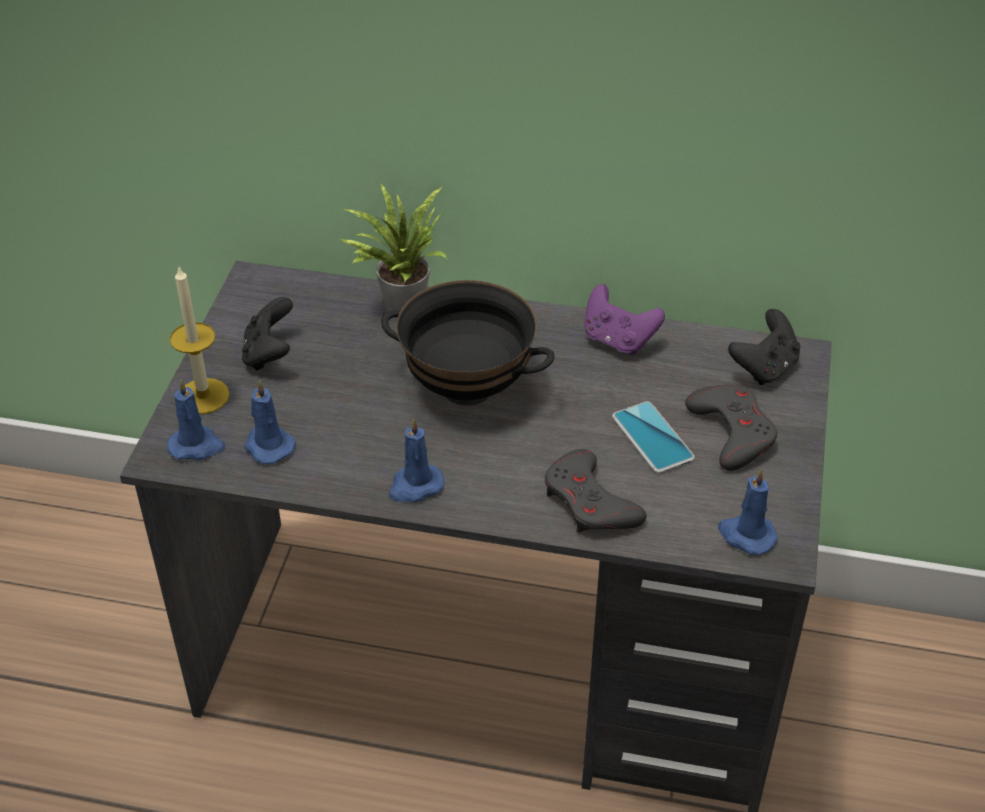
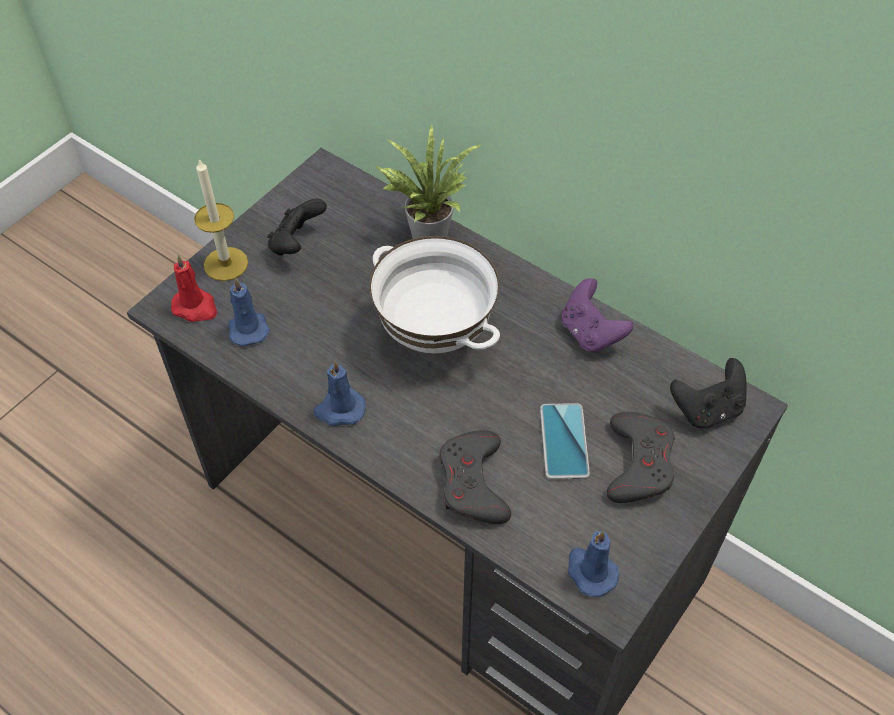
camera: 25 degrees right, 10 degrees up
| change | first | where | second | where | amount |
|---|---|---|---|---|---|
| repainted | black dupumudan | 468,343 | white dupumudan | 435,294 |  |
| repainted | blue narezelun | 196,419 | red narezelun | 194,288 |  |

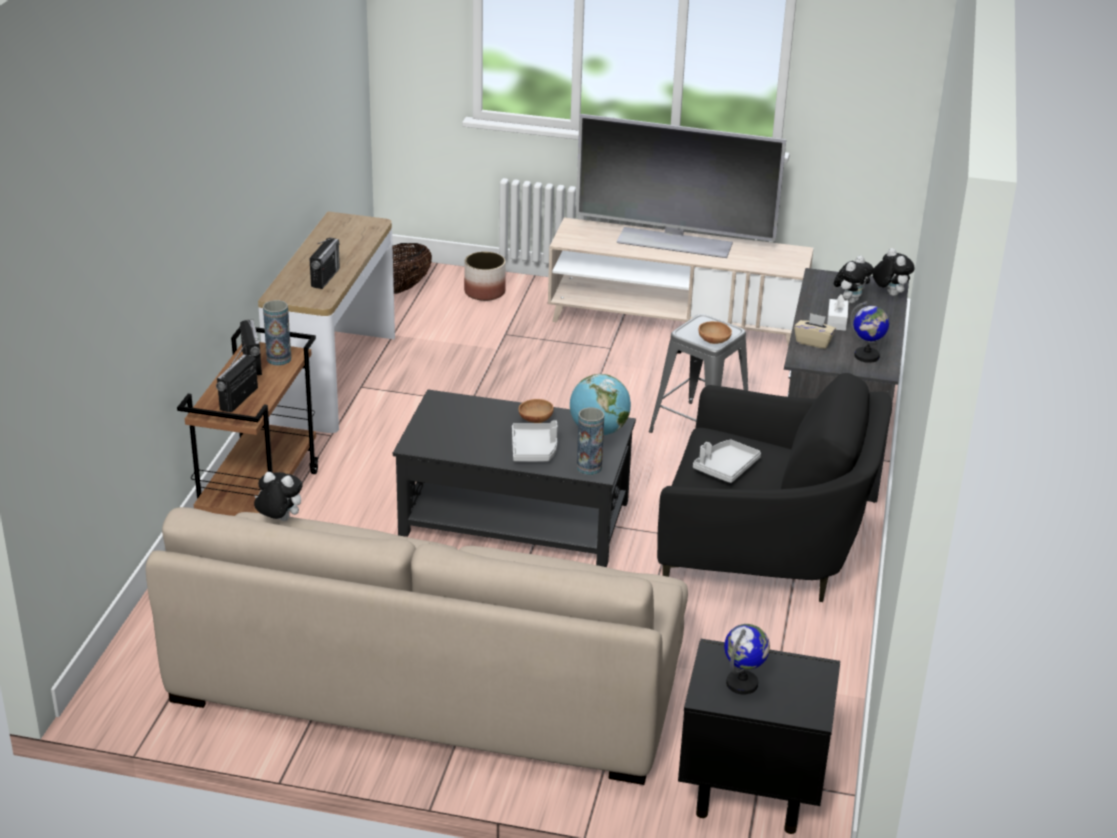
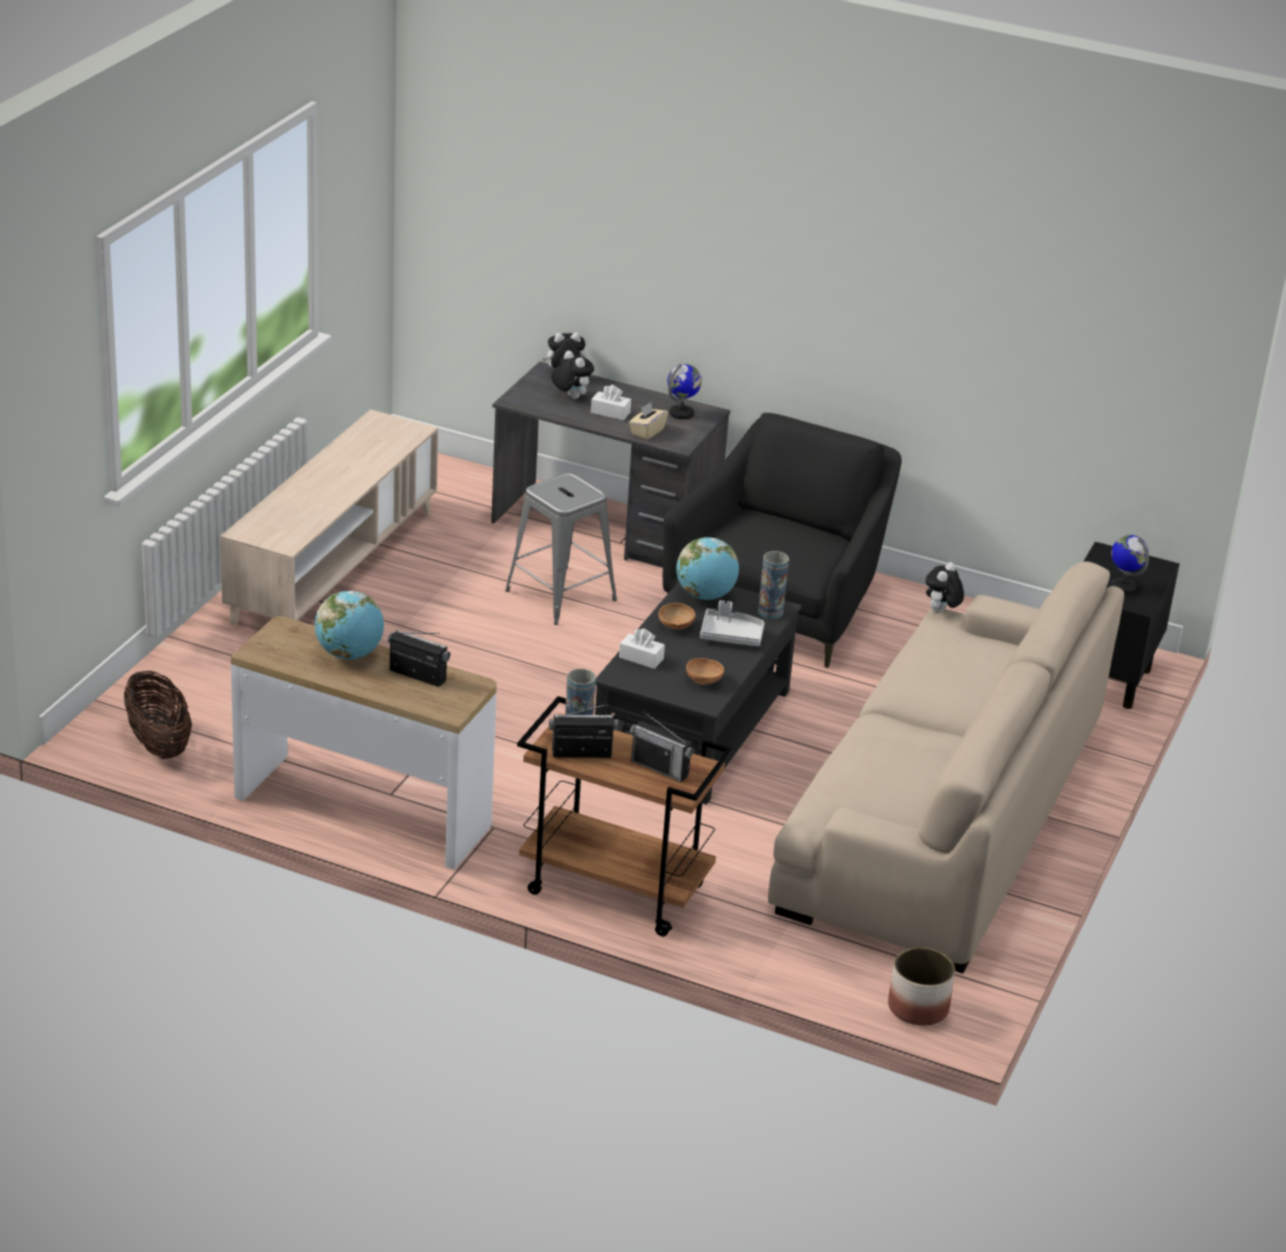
camera: 80 degrees left, 0 degrees up
| change | first | where | second | where | amount |
|---|---|---|---|---|---|
| gone | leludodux | 681,186 |  |  |  |
| shifted | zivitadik | 485,276 |  | 921,986 |  |
| shifted | brown dupumudan | 715,332 |  | 705,671 |  |
| gone | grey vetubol | 727,461 |  |  |  |
| shifted | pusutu | 278,496 |  | 945,587 |  |
| new |  |  | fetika | 349,625 |  |
| new |  |  | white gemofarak | 642,648 |  |

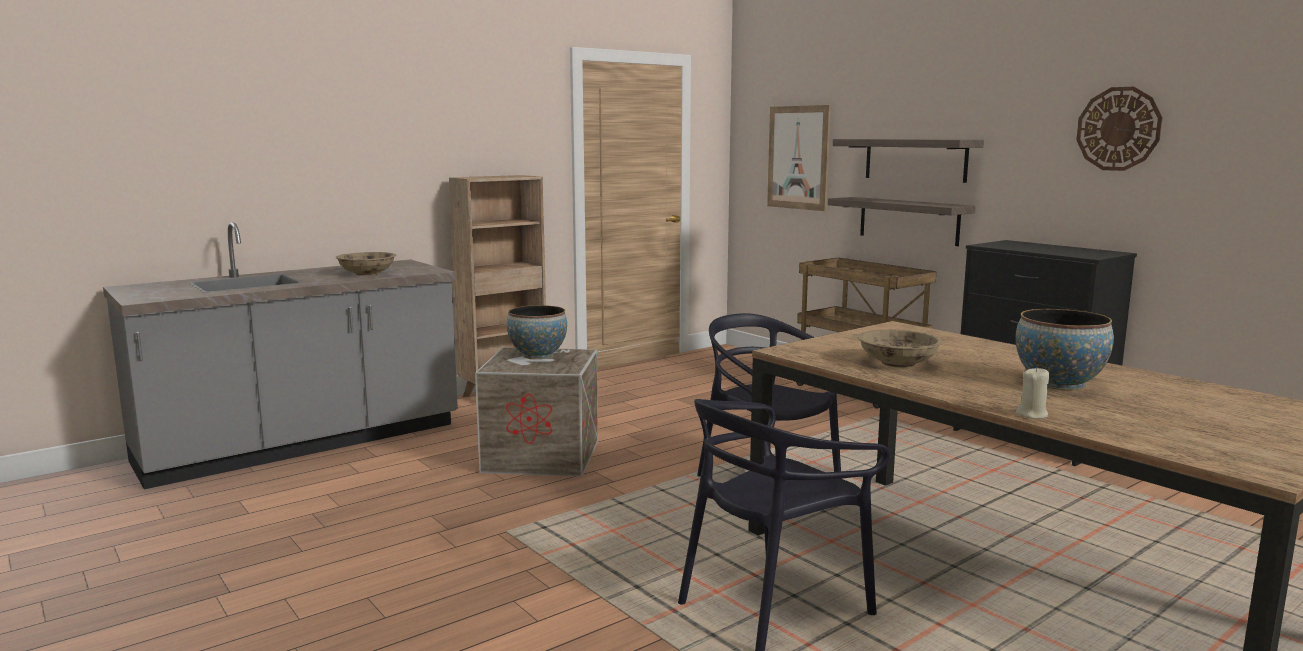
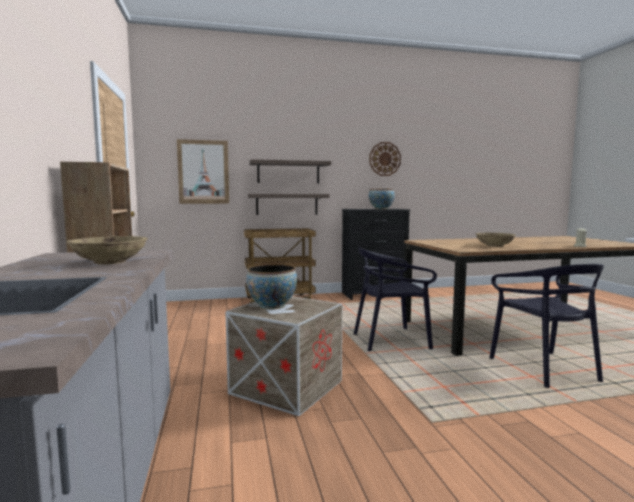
camera: 65 degrees left, 5 degrees down
| change | first | where | second | where | amount |
|---|---|---|---|---|---|
| shifted | dupumudan | 1065,349 |  | 382,199 |  |

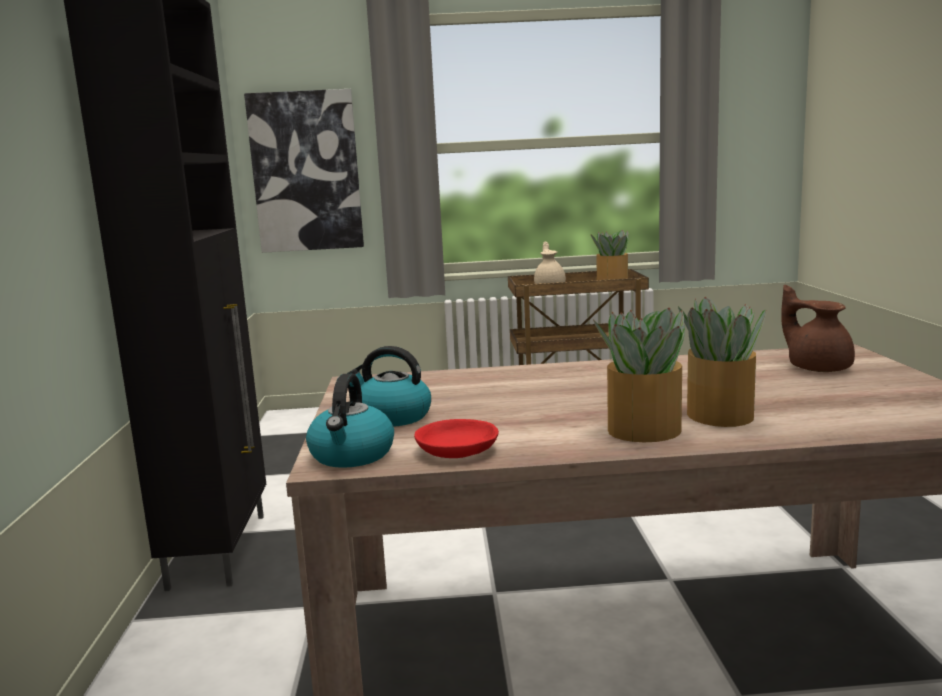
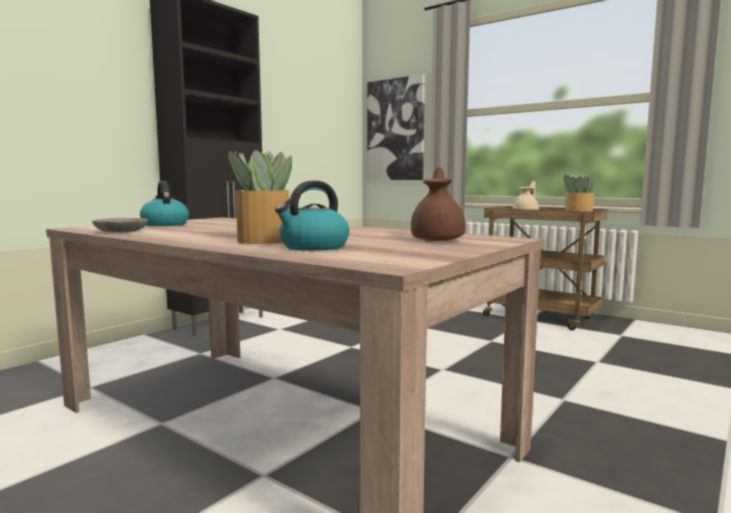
camera: 40 degrees right, 5 degrees down
| change | first | where | second | where | amount |
|---|---|---|---|---|---|
| gone | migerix | 639,375 |  |  |  |
| shifted | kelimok | 350,421 |  | 312,216 |  |
| repainted | red dupumudan | 456,438 | grey dupumudan | 120,225 |  |

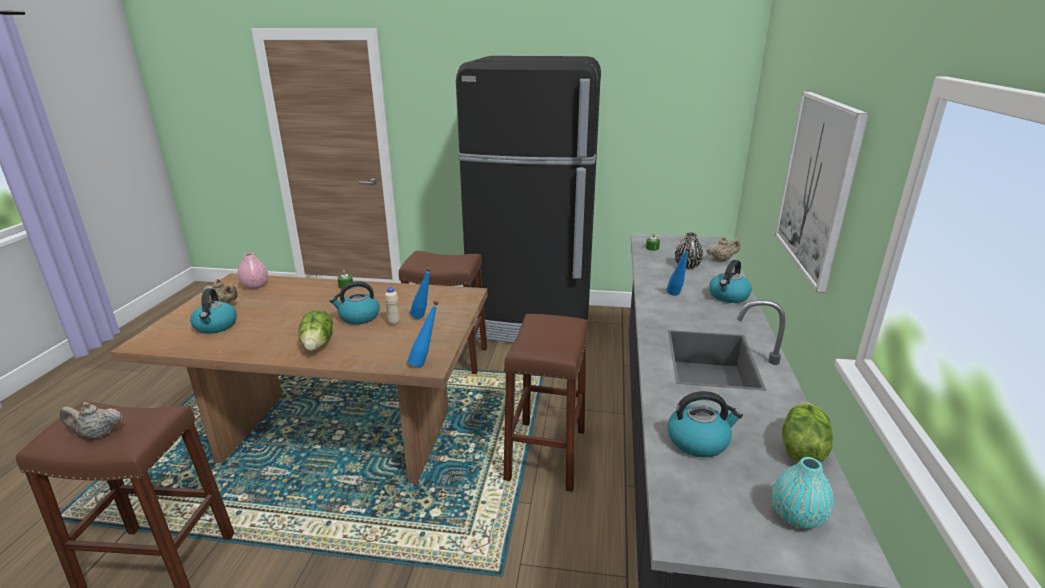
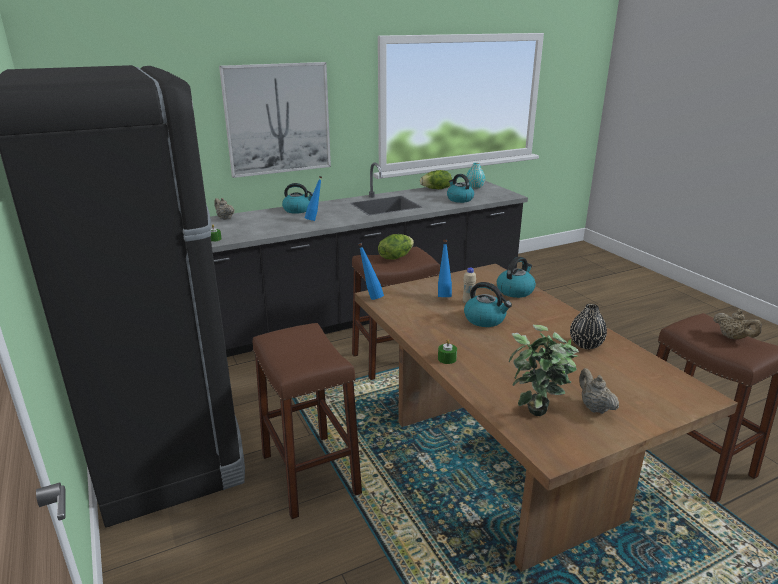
camera: 125 degrees left, 0 degrees up
| change | first | where | second | where | amount |
|---|---|---|---|---|---|
| shifted | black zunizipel | 689,251 |  | 588,326 |  |
| swapped | pink zunizipel | 253,271 | migerix | 544,370 |  |
| shifted | kelimok | 213,311 |  | 516,277 |  |
| shifted | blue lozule | 423,334 |  | 371,271 |  |
| shifted | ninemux | 315,330 |  | 396,247 |  |

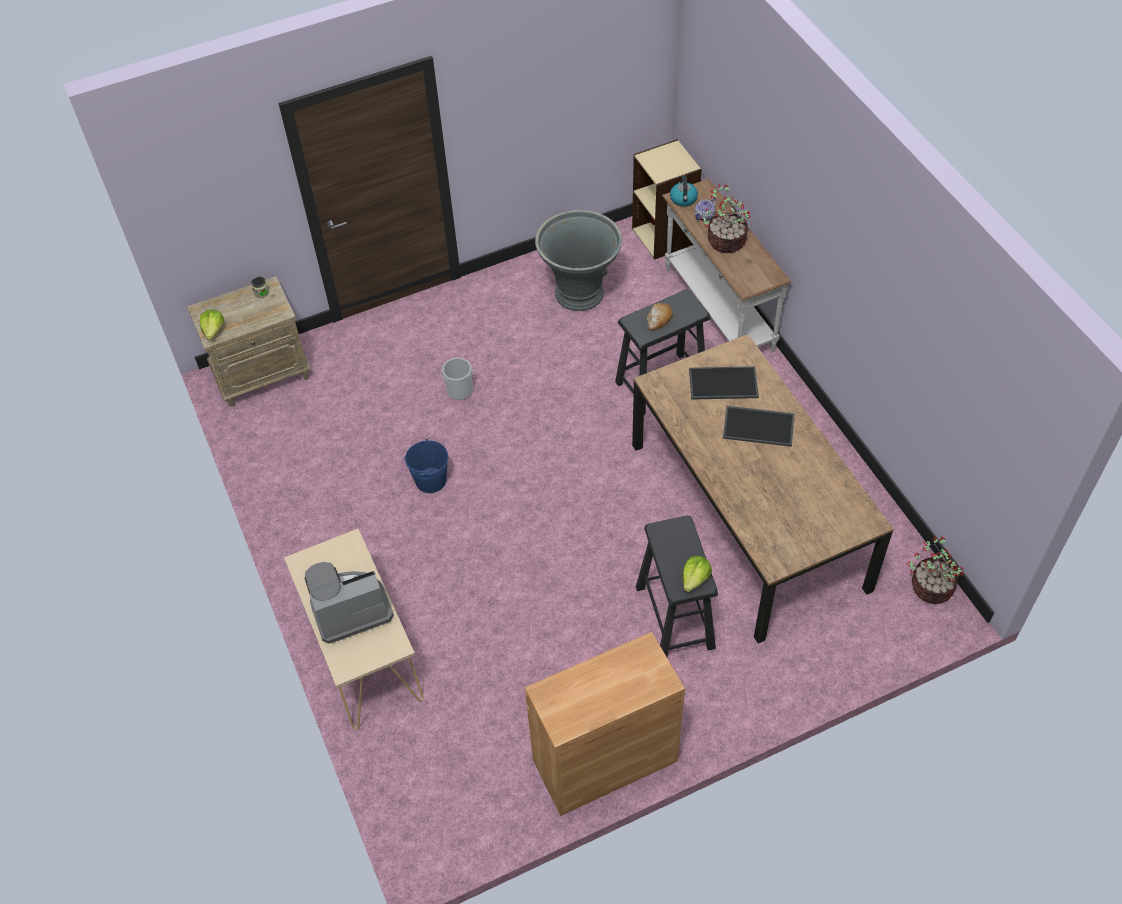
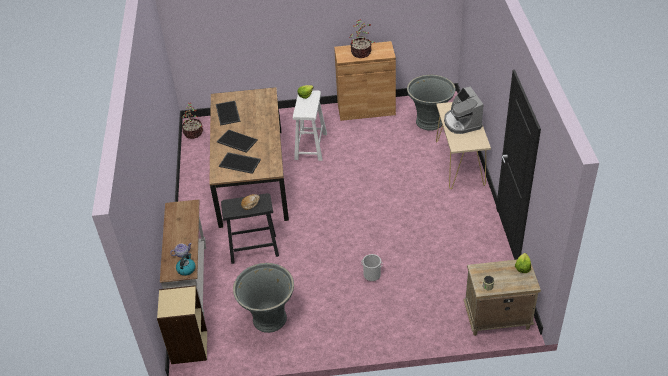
camera: 160 degrees left, 10 degrees down
| change | first | where | second | where | amount |
|---|---|---|---|---|---|
| shifted | migerix | 725,218 |  | 363,39 |  |
| gone | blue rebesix | 426,466 |  |  |  |
| repainted | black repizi | 677,586 | white repizi | 310,125 |  |
| rotated | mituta | 349,603 |  | 464,110 | 75 degrees clockwise |
| new |  |  | grey zivitadik | 431,103 |  |
| new |  |  | vetubol | 228,113 |  |

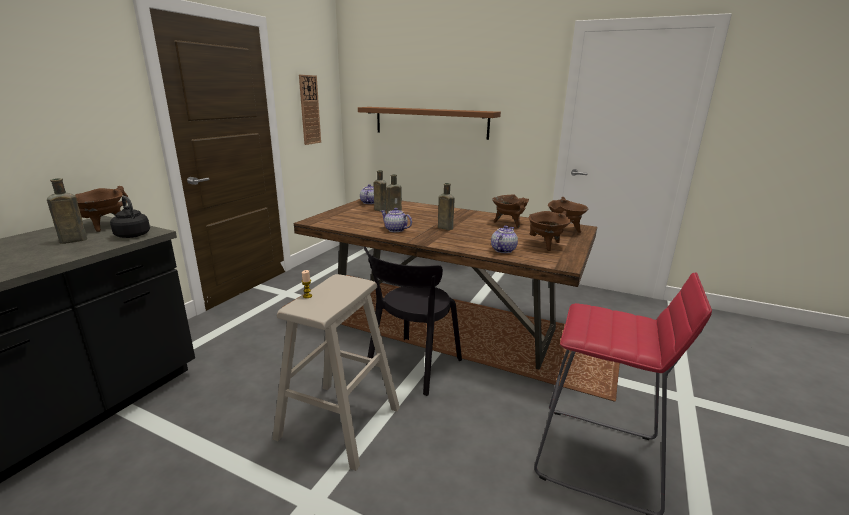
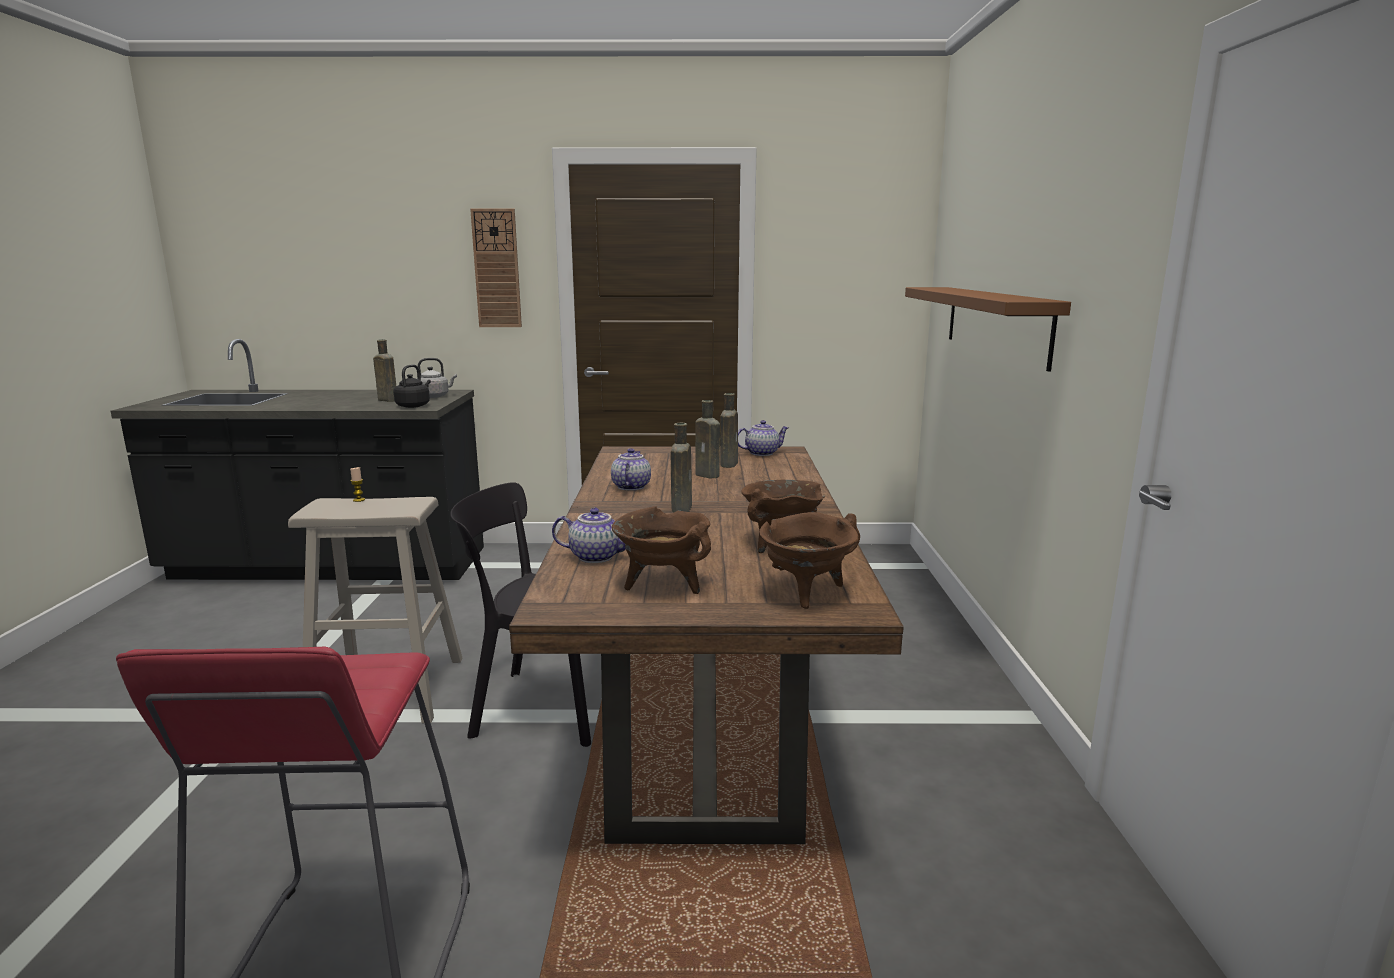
camera: 65 degrees right, 5 degrees down
| change | first | where | second | where | amount |
|---|---|---|---|---|---|
| shifted | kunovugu | 310,110 |  | 496,268 |  |
| swapped | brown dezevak | 101,209 | grey kelimok | 437,378 |  |

